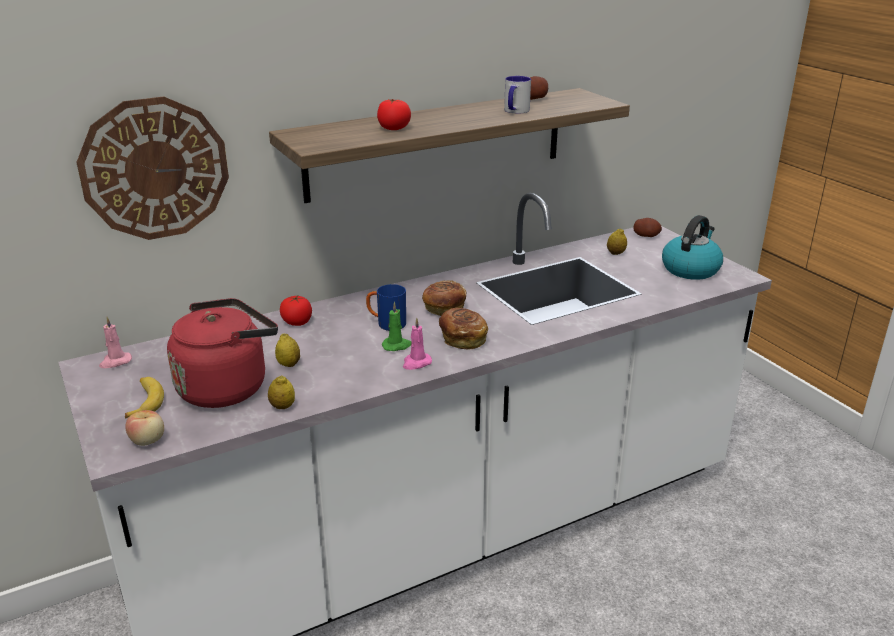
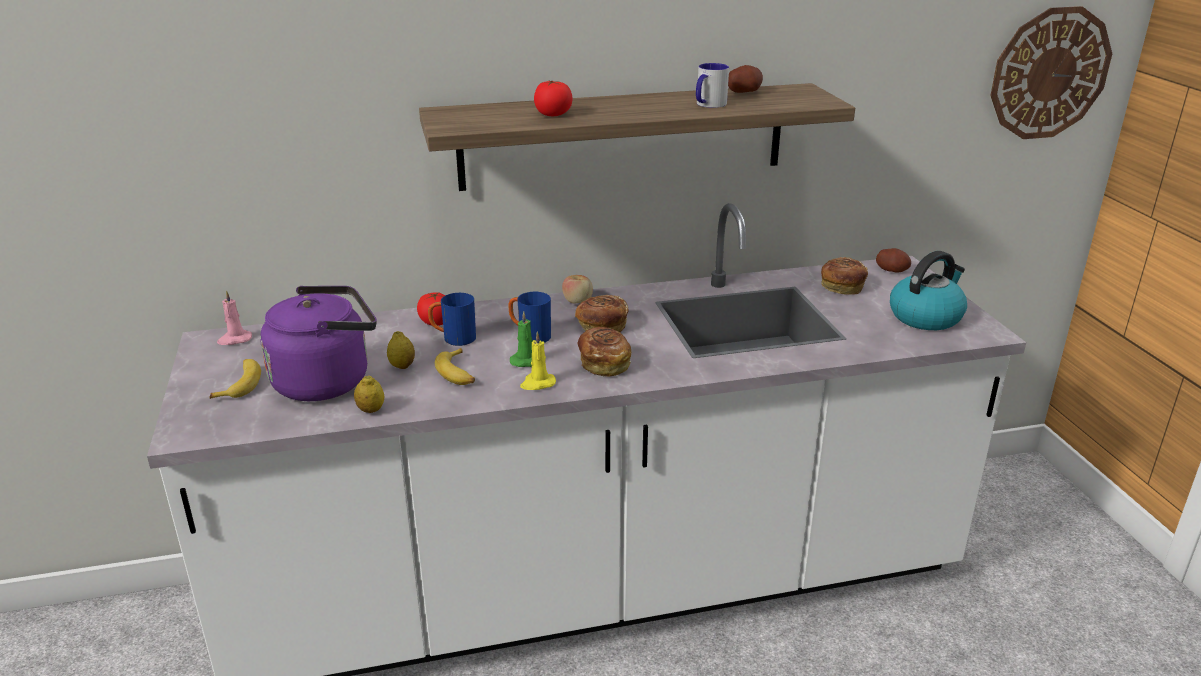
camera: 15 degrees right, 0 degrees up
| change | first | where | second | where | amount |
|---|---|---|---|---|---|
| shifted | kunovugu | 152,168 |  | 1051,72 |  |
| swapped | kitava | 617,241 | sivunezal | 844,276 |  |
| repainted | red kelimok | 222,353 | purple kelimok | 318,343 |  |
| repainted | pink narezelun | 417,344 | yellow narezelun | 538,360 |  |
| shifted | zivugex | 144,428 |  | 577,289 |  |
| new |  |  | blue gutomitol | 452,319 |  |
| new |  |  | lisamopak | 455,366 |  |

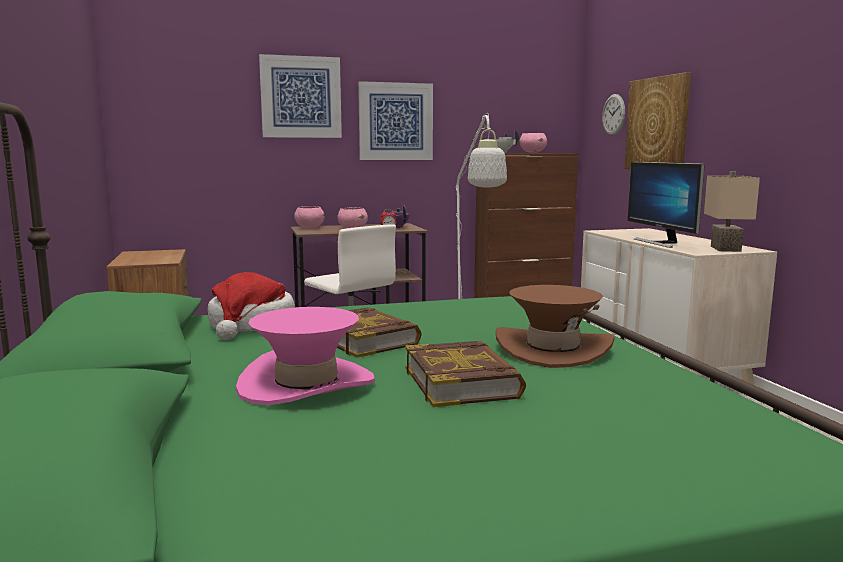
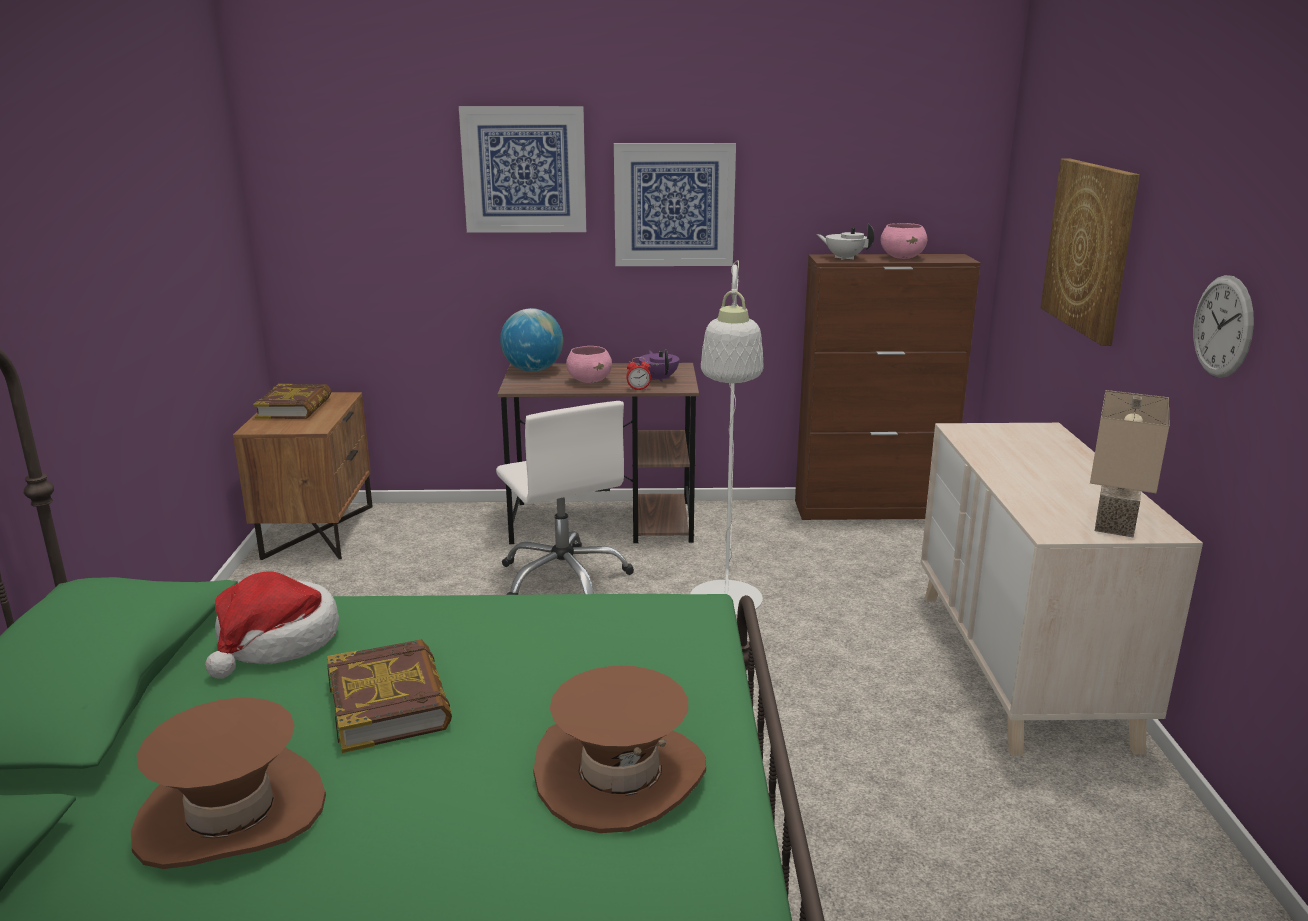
camera: 15 degrees right, 10 degrees up
| change | first | where | second | where | amount |
|---|---|---|---|---|---|
| shifted | kunovugu | 613,115 |  | 1223,326 |  |
| gone | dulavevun | 666,205 |  |  |  |
| swapped | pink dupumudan | 309,217 | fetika | 531,340 |  |
| repainted | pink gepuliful | 305,356 | brown gepuliful | 228,783 |  |
| shifted | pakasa | 465,374 |  | 292,401 |  |

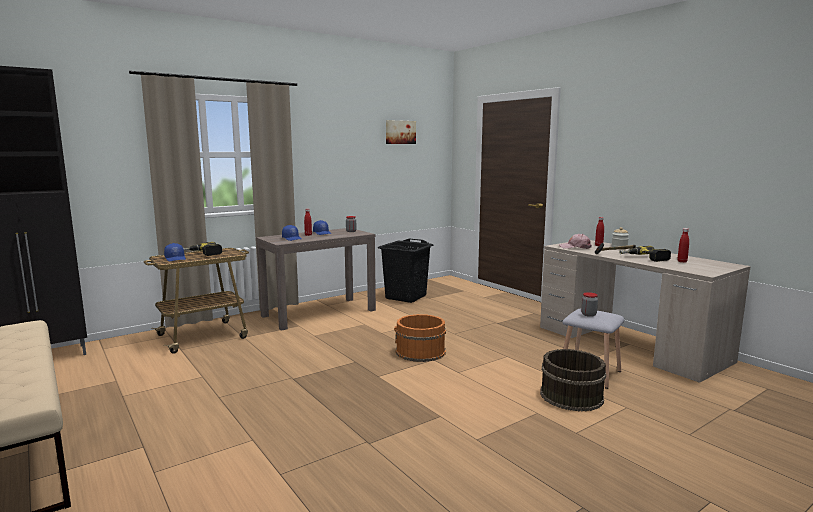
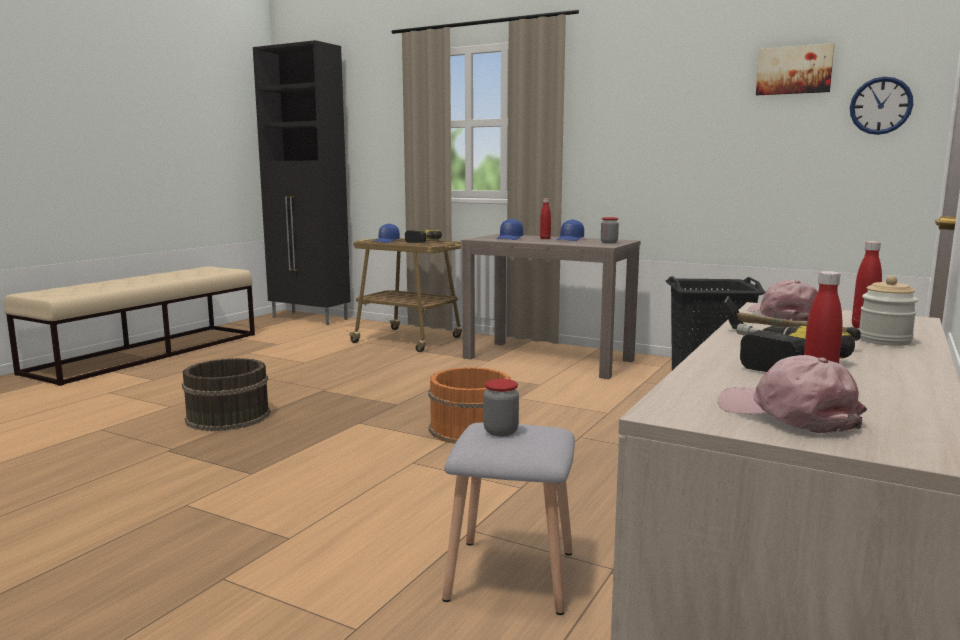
camera: 65 degrees right, 0 degrees up
| change | first | where | second | where | amount |
|---|---|---|---|---|---|
| shifted | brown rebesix | 573,380 |  | 226,394 |  |
| new |  |  | kunovugu | 881,105 |  |
| new |  |  | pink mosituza | 792,394 |  |

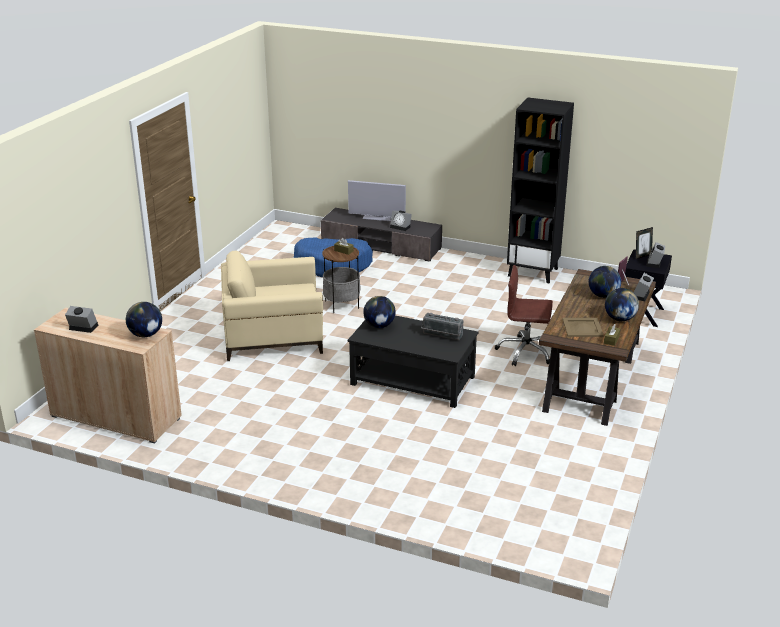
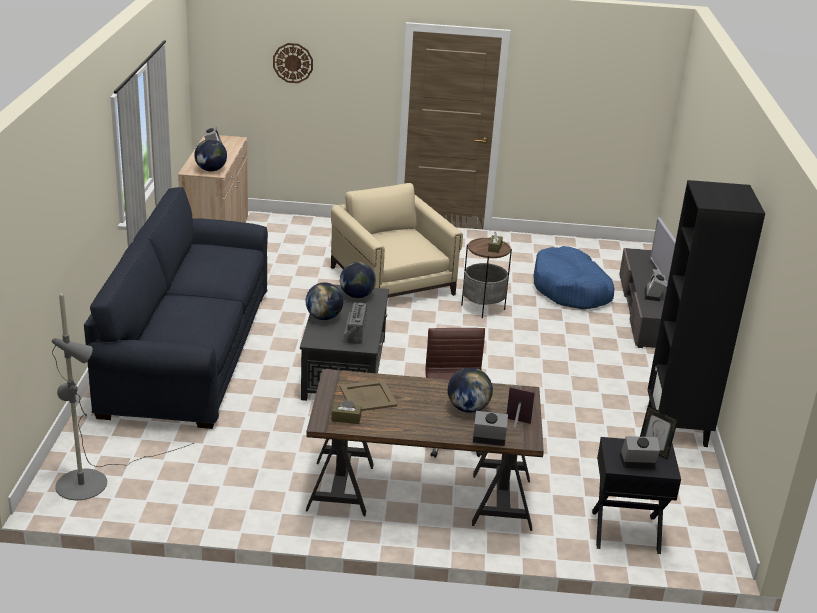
camera: 70 degrees right, 0 degrees up
| change | first | where | second | where | amount |
|---|---|---|---|---|---|
| shifted | fetika | 622,304 |  | 324,301 |  |
| new |  |  | kunovugu | 293,63 |  |
| new |  |  | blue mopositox | 176,308 |  |
| new |  |  | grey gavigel | 123,396 |  |

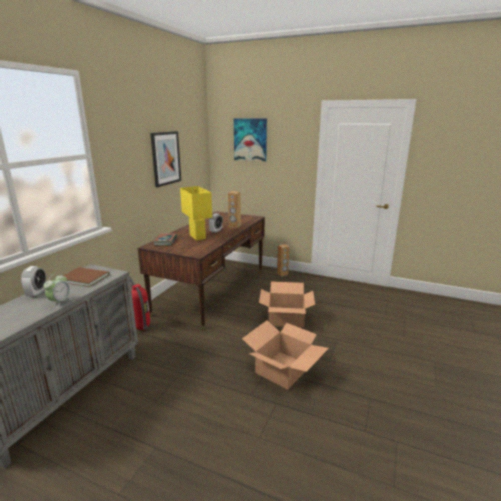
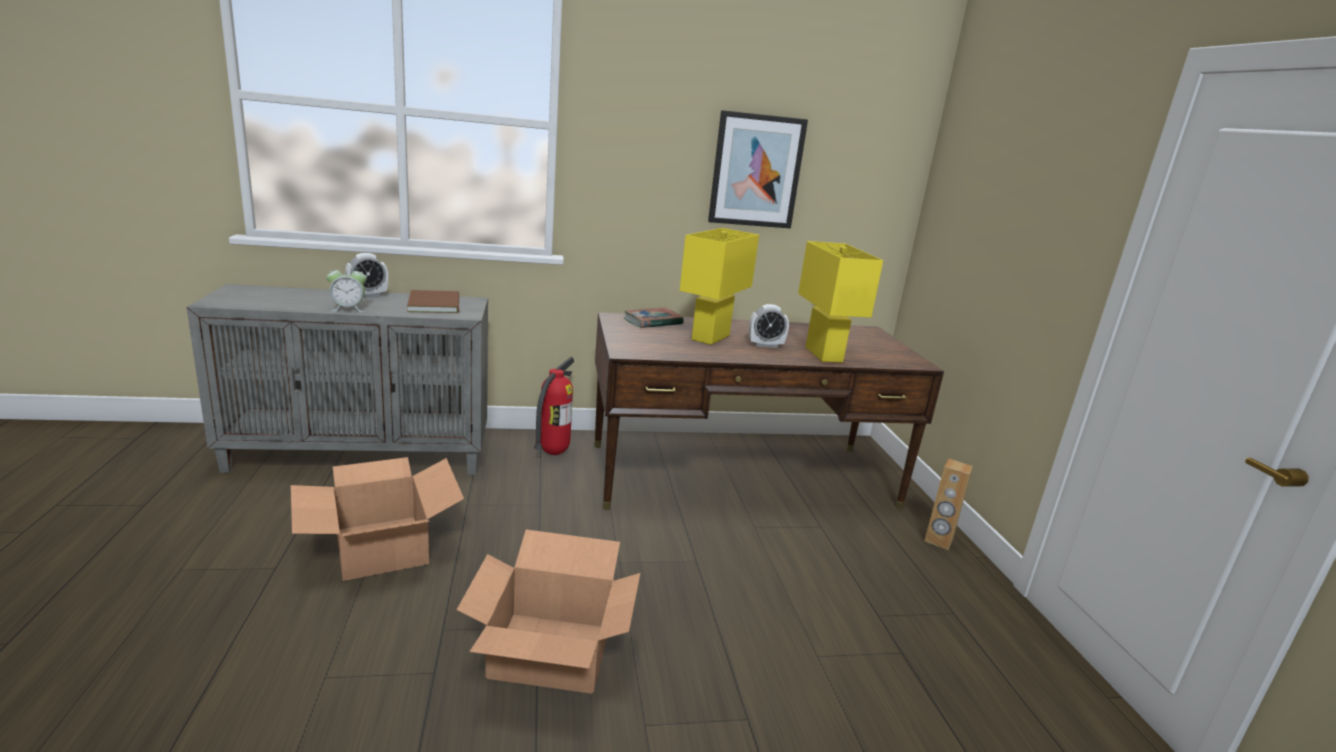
camera: 55 degrees right, 0 degrees up
| change | first | where | second | where | amount |
|---|---|---|---|---|---|
| gone | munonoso | 250,140 |  |  |  |
| swapped | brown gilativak | 234,209 | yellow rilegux | 840,301 |  |
| shifted | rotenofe | 287,304 |  | 377,519 |  |

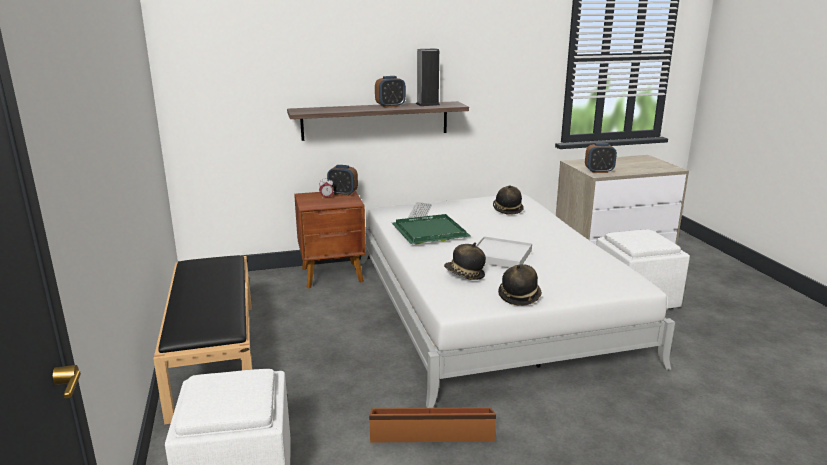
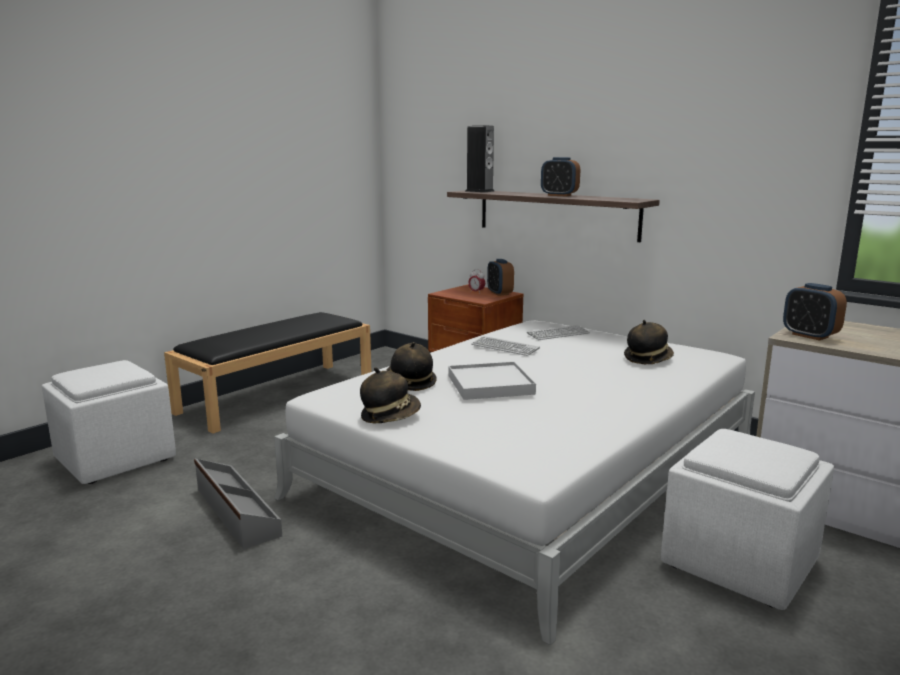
camera: 55 degrees right, 5 degrees down
| change | first | where | second | where | amount |
|---|---|---|---|---|---|
| shifted | gilativak | 428,77 |  | 480,158 |  |
| swapped | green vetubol | 431,229 | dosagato | 505,346 |  |
| repainted | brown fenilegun | 432,425 | grey fenilegun | 238,504 |  |

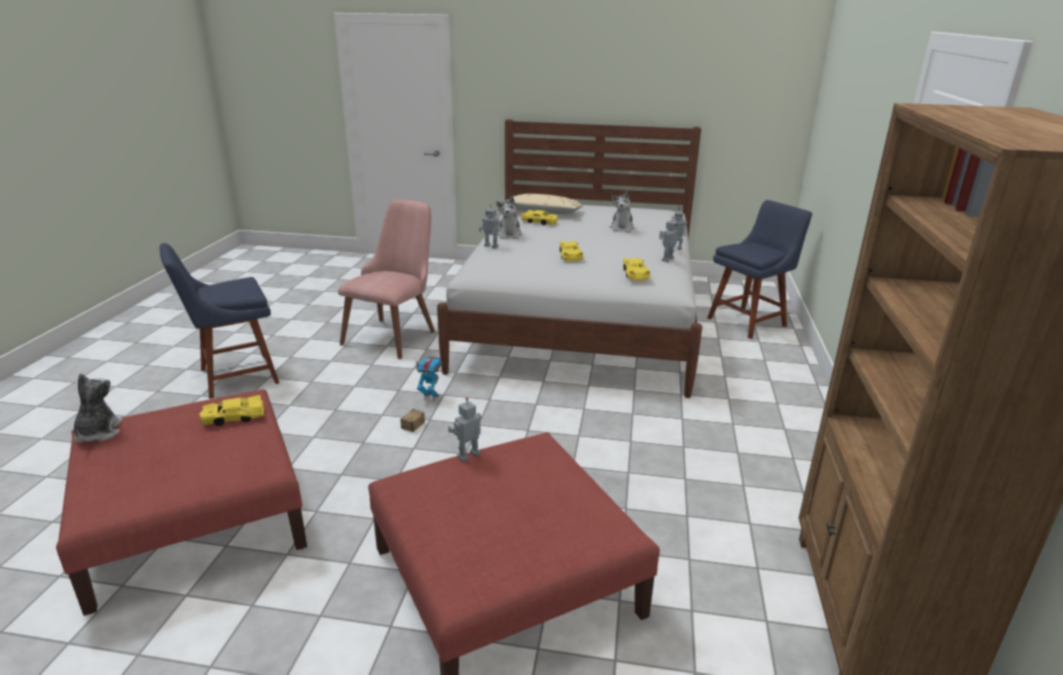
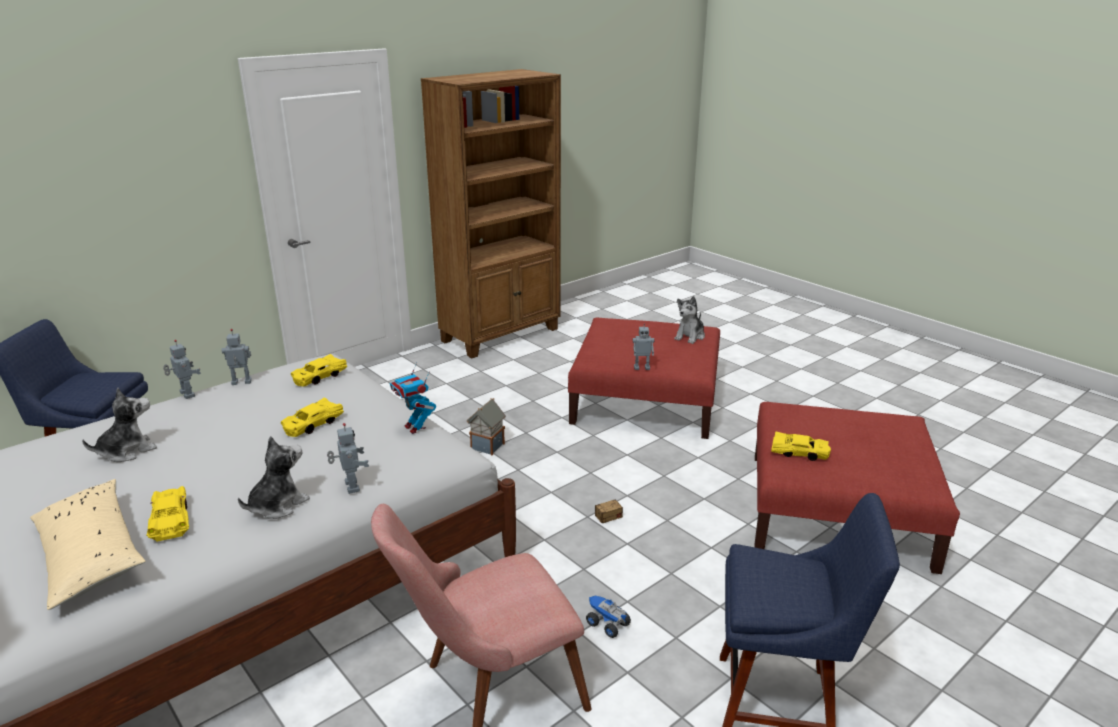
camera: 140 degrees left, 0 degrees up
| change | first | where | second | where | amount |
|---|---|---|---|---|---|
| shifted | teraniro | 428,378 |  | 413,398 |  |
| shifted | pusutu | 98,408 |  | 689,320 |  |
| new |  |  | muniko | 486,426 |  |
| new |  |  | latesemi | 608,617 |  |

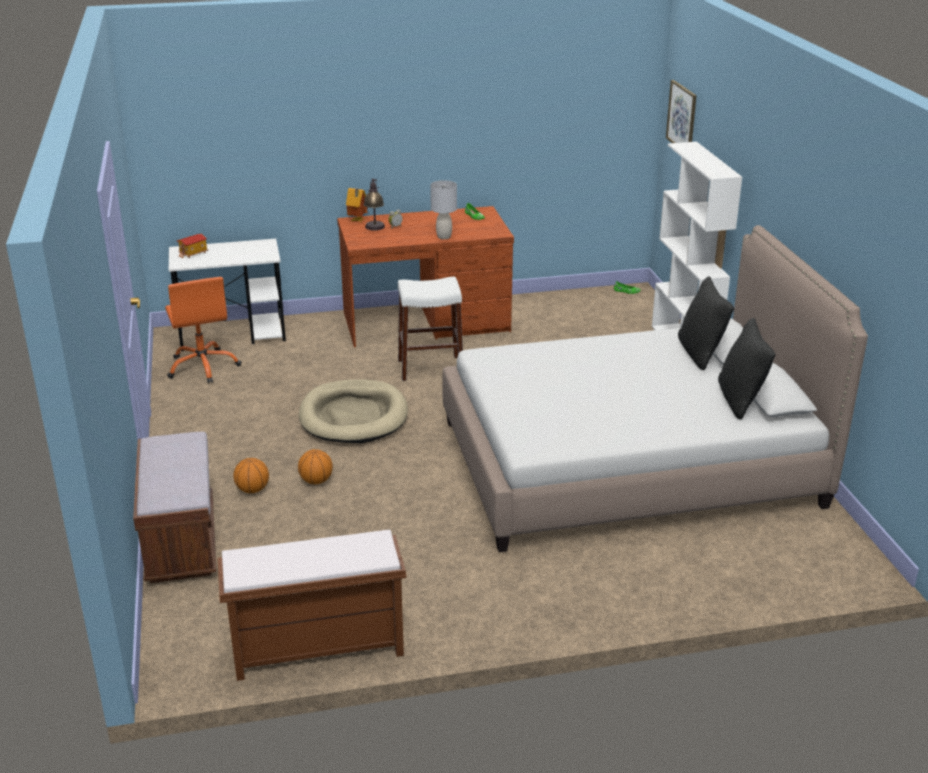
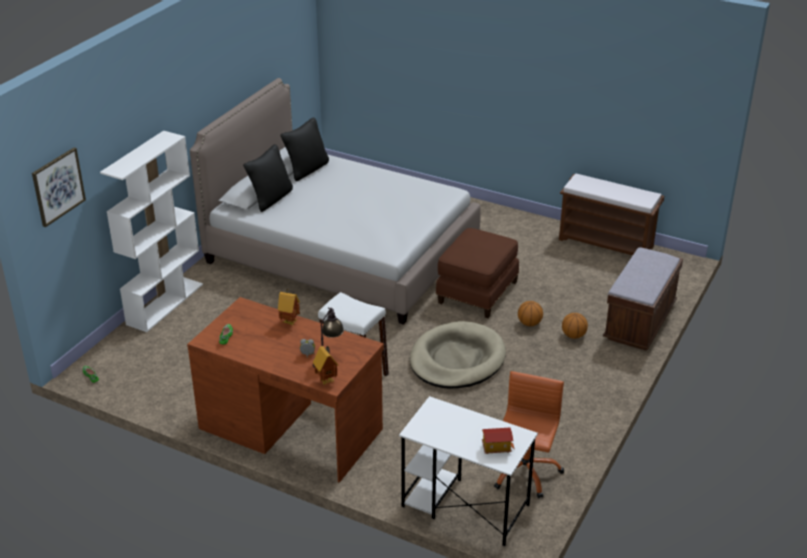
camera: 140 degrees left, 5 degrees up
| change | first | where | second | where | amount |
|---|---|---|---|---|---|
| swapped | grey rilegux | 443,209 | muniko | 289,307 |  |
| new |  |  | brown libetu | 477,273 |  |

